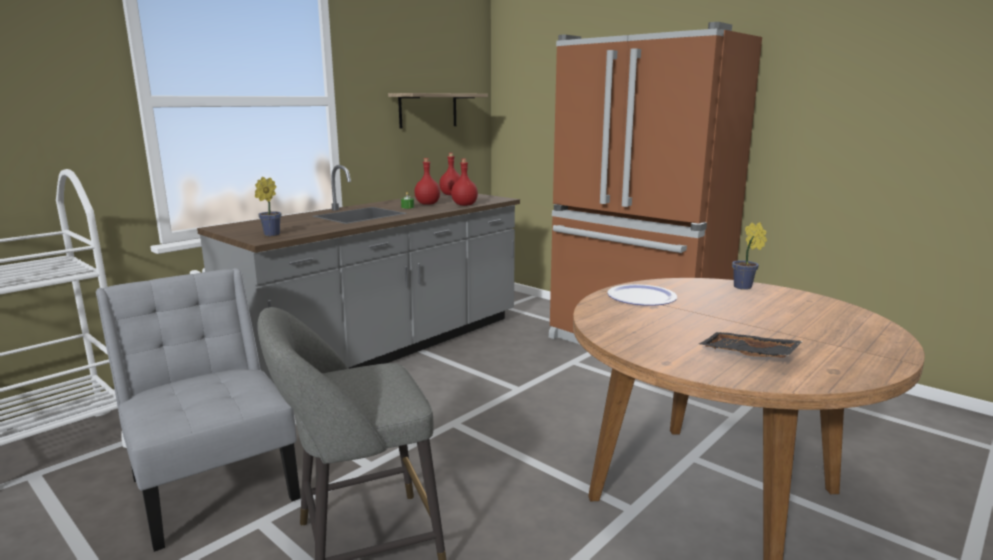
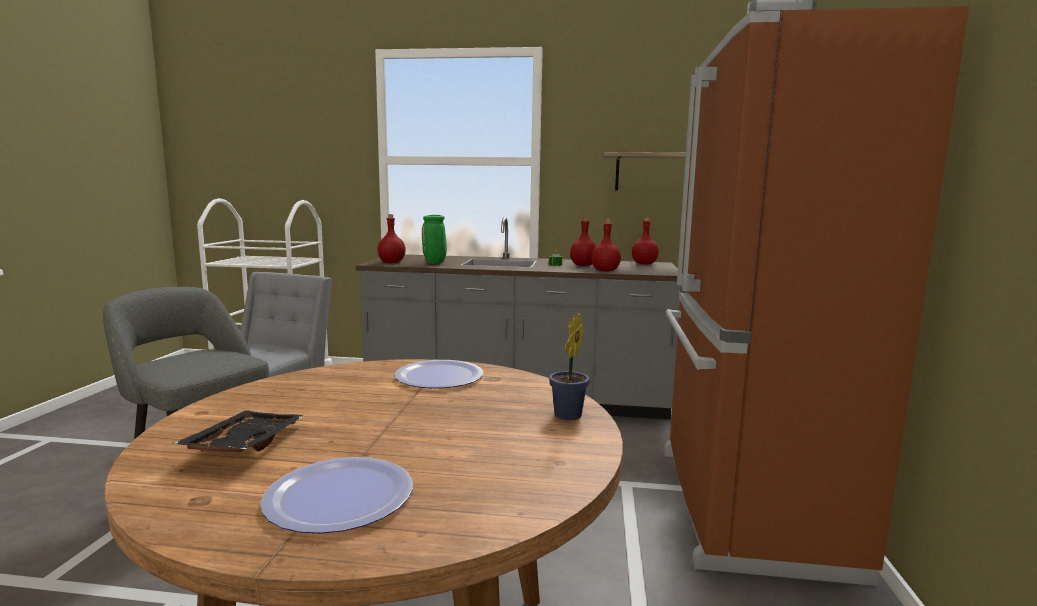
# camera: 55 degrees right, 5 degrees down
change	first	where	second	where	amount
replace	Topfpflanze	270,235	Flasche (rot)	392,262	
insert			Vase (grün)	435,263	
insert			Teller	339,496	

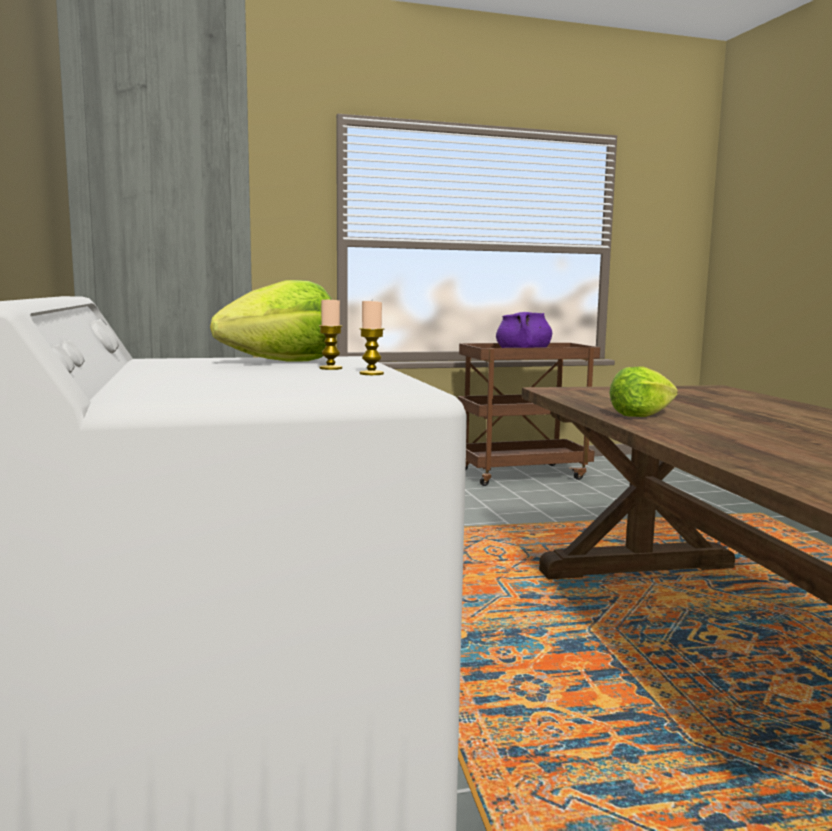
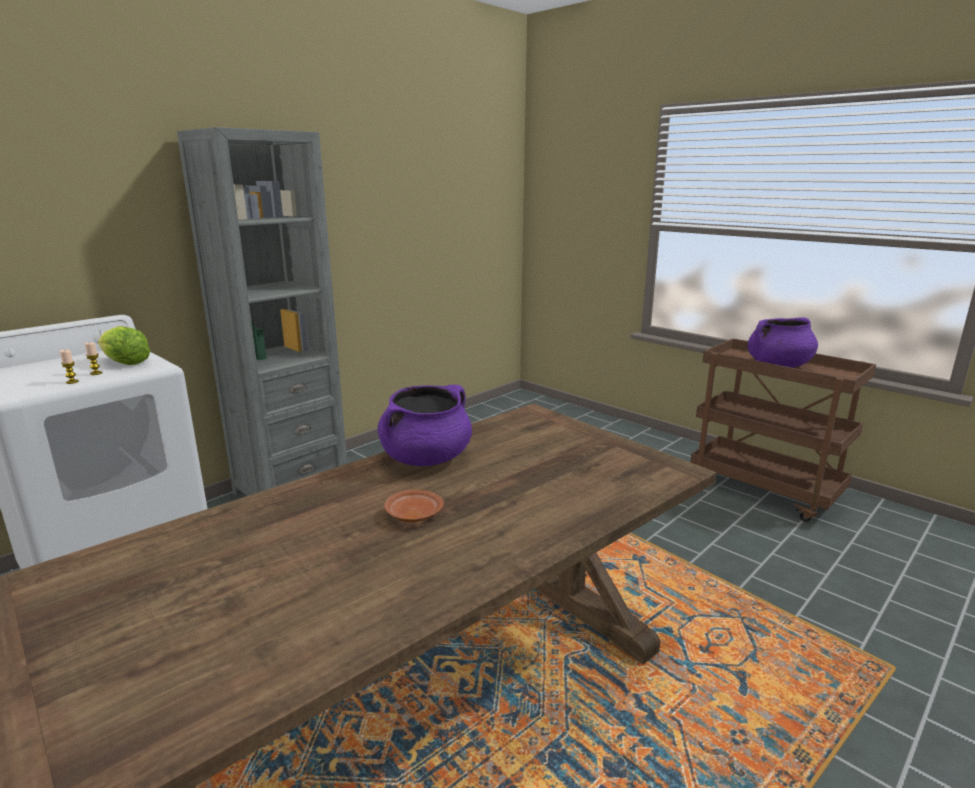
# camera: 60 degrees right, 10 degrees up
change	first	where	second	where	amount
replace	Salatkopf	640,415	Kochtopf (lila)	426,458	
insert			Teller (braun)	413,514	

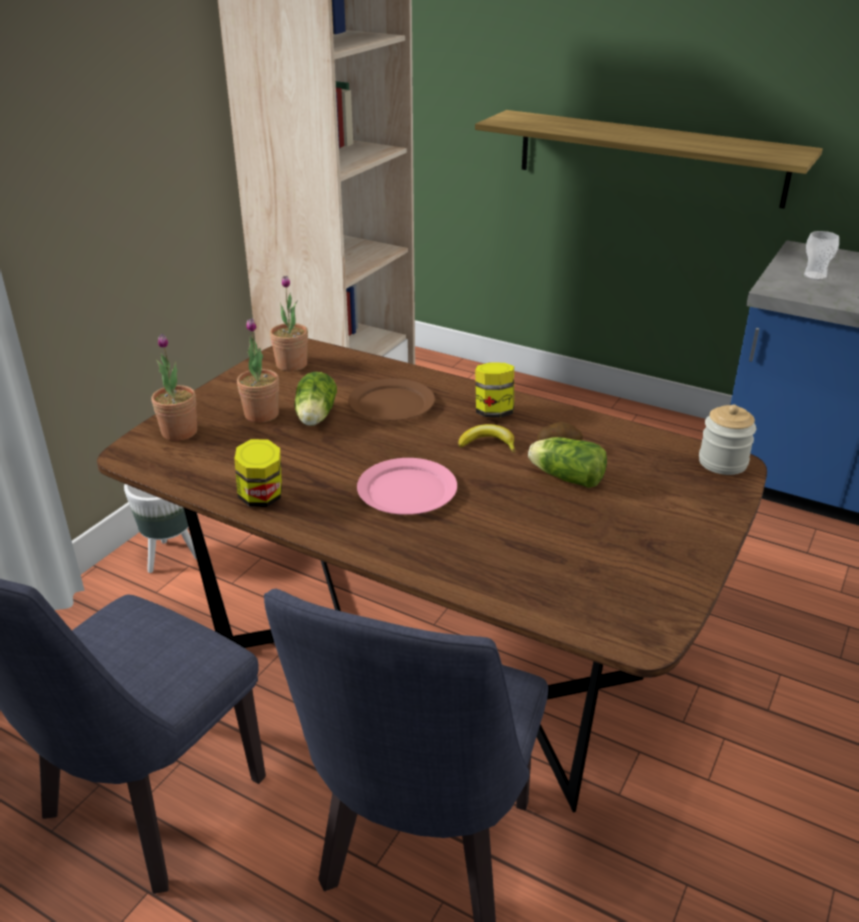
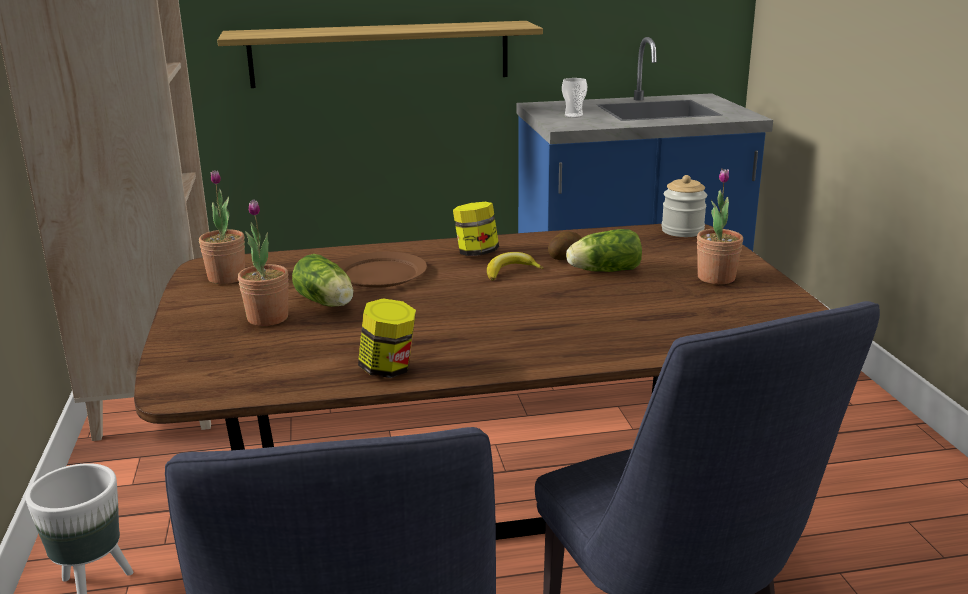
# camera: 40 degrees left, 10 degrees down
change	first	where	second	where	amount
move	Topfpflanze	179,432		716,278	
delete	Teller (rosa)	406,491			

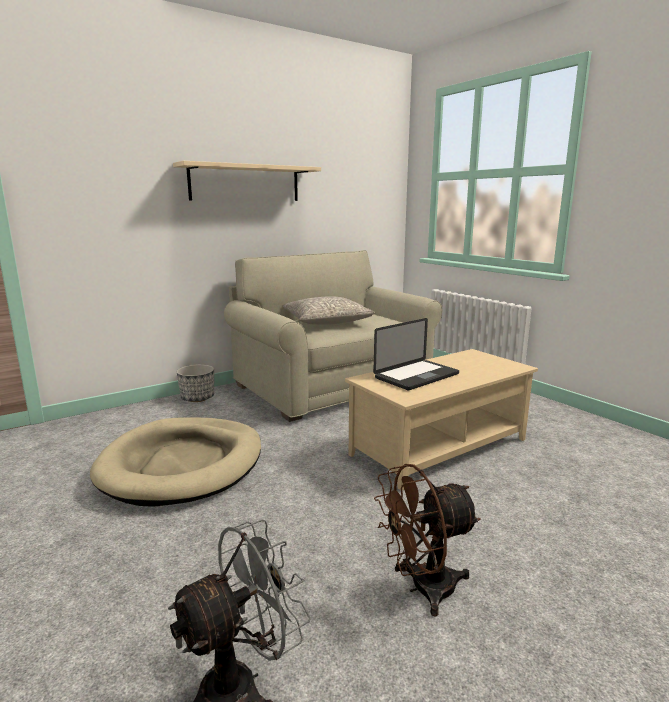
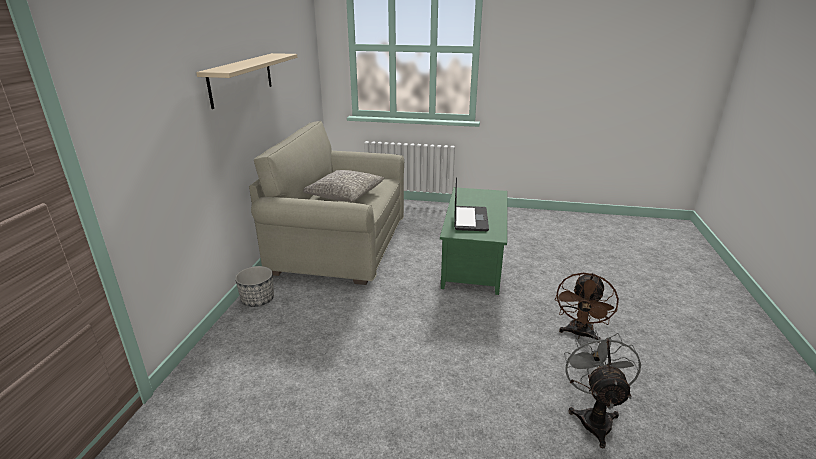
# camera: 45 degrees left, 10 degrees up
change	first	where	second	where	amount
recolor	Couchtisch (beige)	438,446	Couchtisch (grün)	472,260	
delete	Hundebett (beige)	183,464			

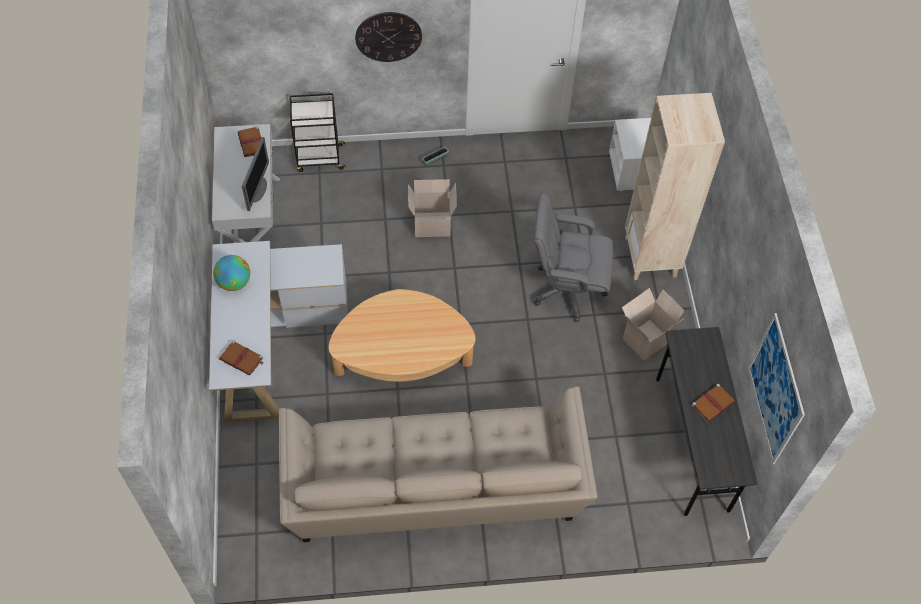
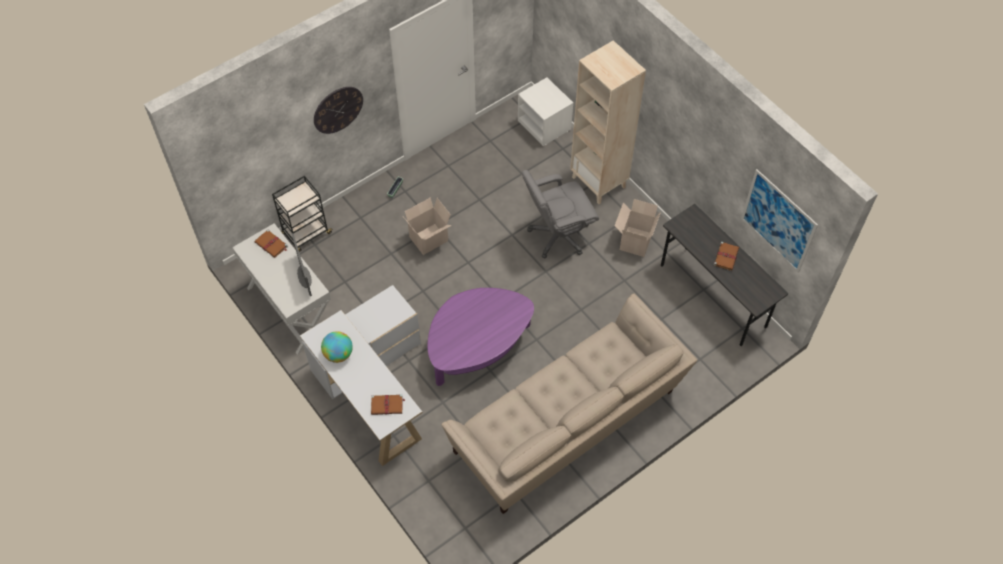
# camera: 30 degrees left, 0 degrees up
change	first	where	second	where	amount
recolor	Couchtisch (beige)	402,358	Couchtisch (lila)	478,347	

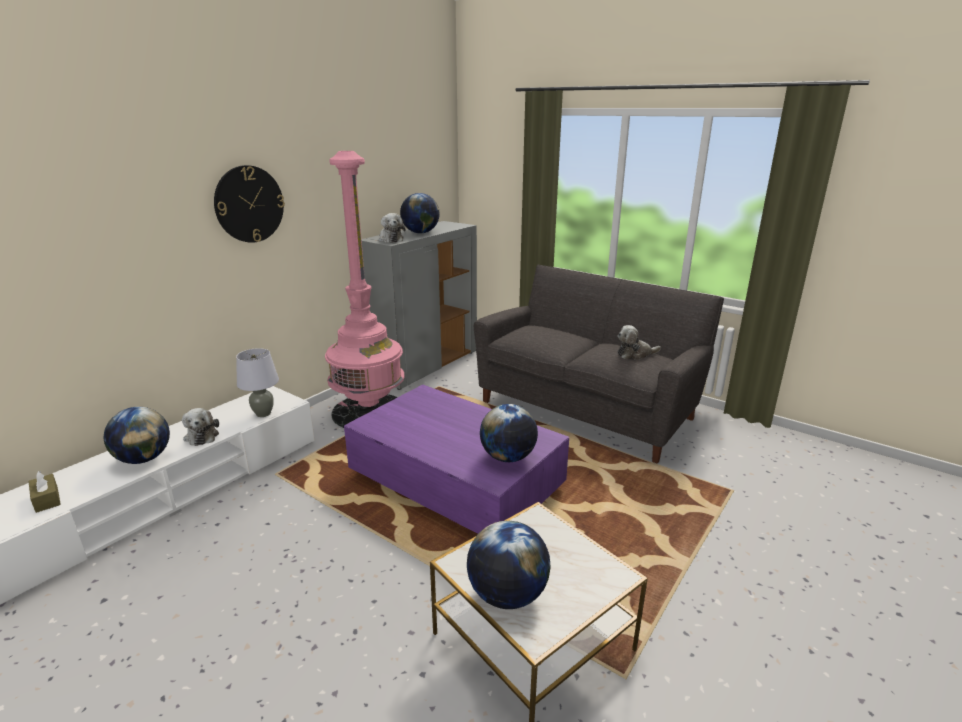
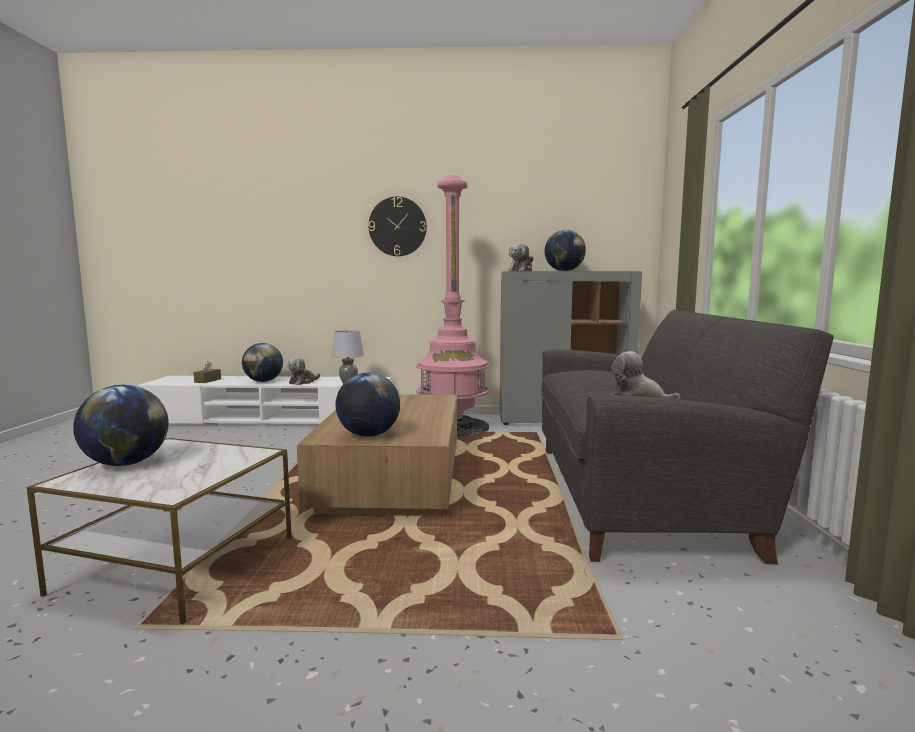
# camera: 55 degrees right, 15 degrees down
change	first	where	second	where	amount
recolor	Couchtisch (lila)	456,482	Couchtisch (braun)	392,477	

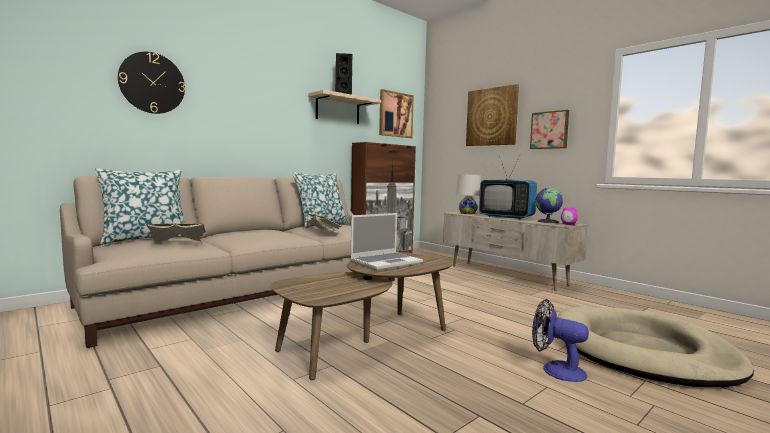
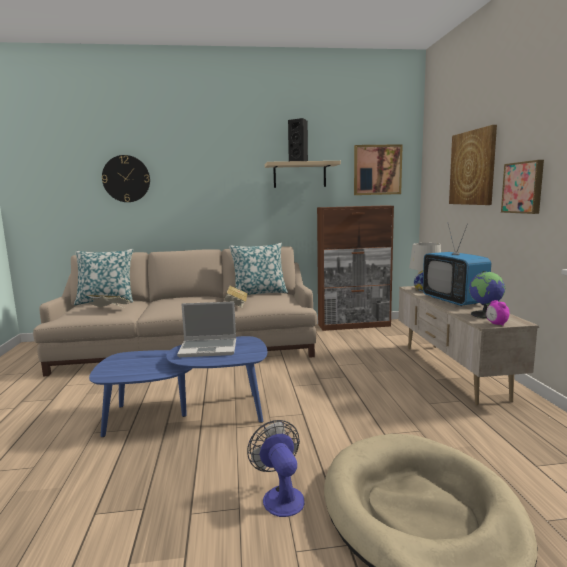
# camera: 35 degrees right, 5 degrees up
change	first	where	second	where	amount
recolor	Couchtisch (braun)	367,340	Couchtisch (blau)	187,414	

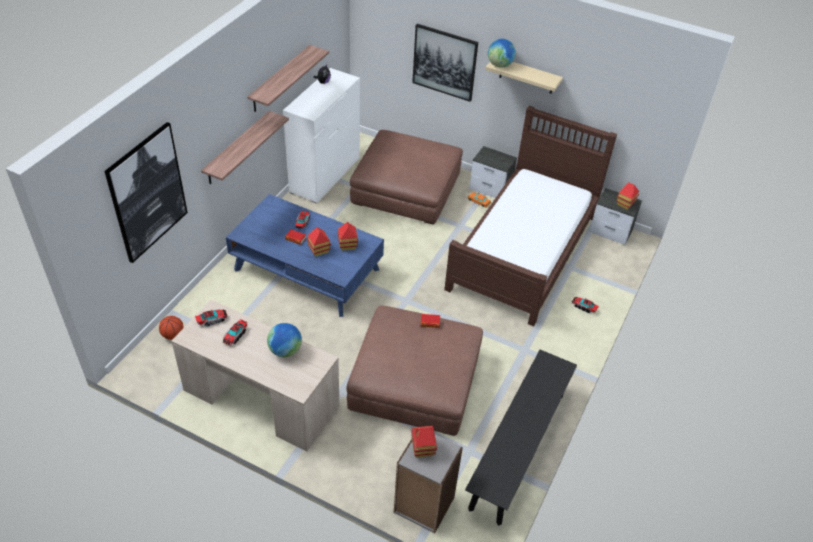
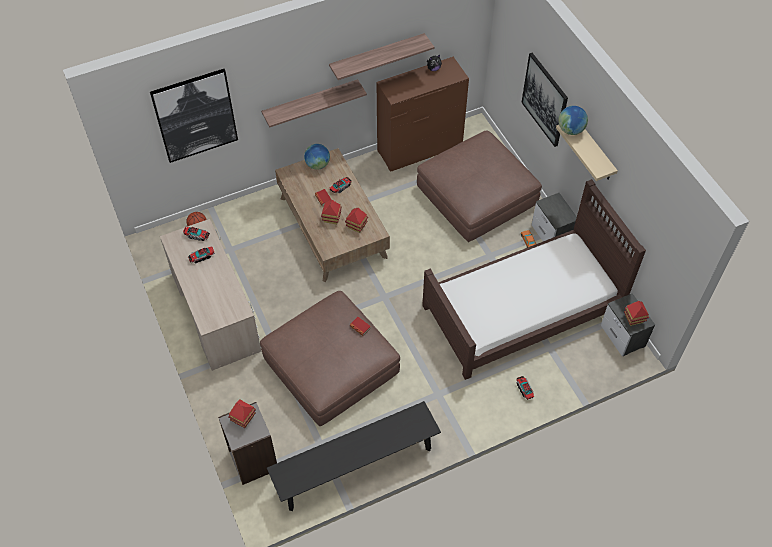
# camera: 40 degrees right, 10 degrees up
change	first	where	second	where	amount
recolor	Kommode (weiß)	325,175	Kommode (braun)	419,148	
recolor	Couchtisch (blau)	306,269	Couchtisch (braun)	332,226	
move	Globus	285,351		317,165	

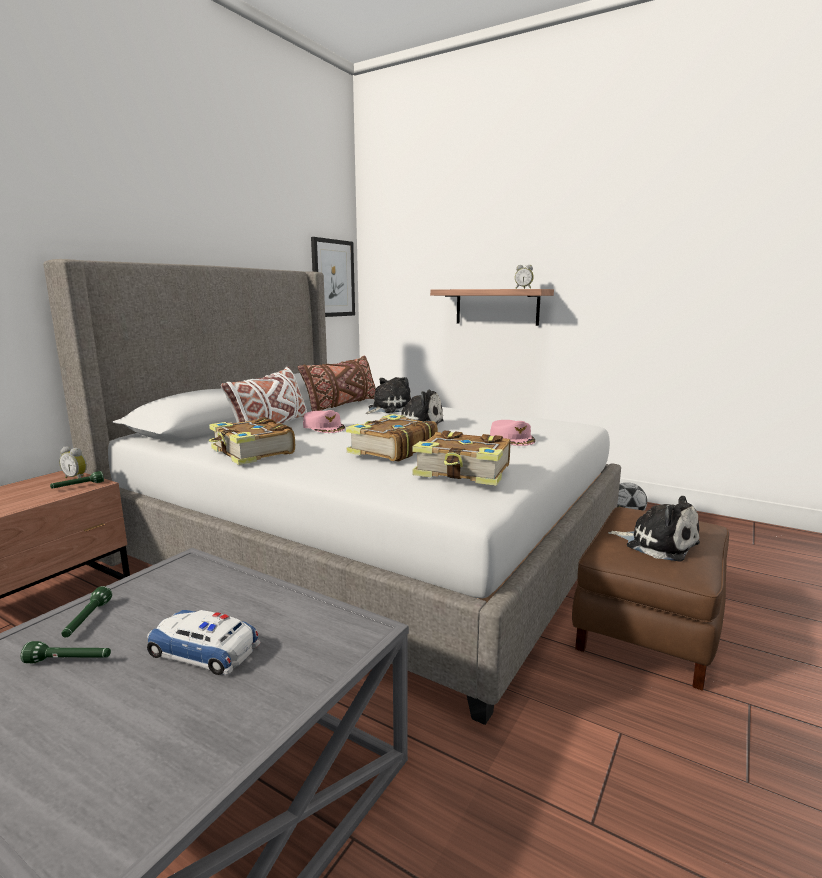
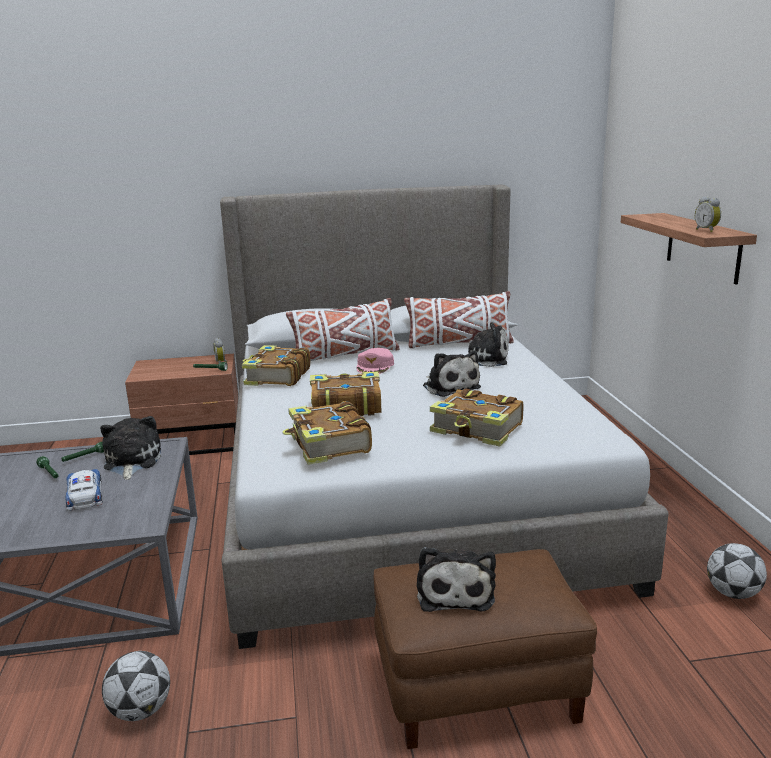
# camera: 50 degrees right, 5 degrees up
change	first	where	second	where	amount
delete	Bild	332,278			
recolor	Kissen (braun)	341,405	Kissen (weiß)	459,344	
replace	Kappe (rosa)	512,438	Buch	477,429	
insert			Plüschtier	131,462	
insert			Fußball	140,710	

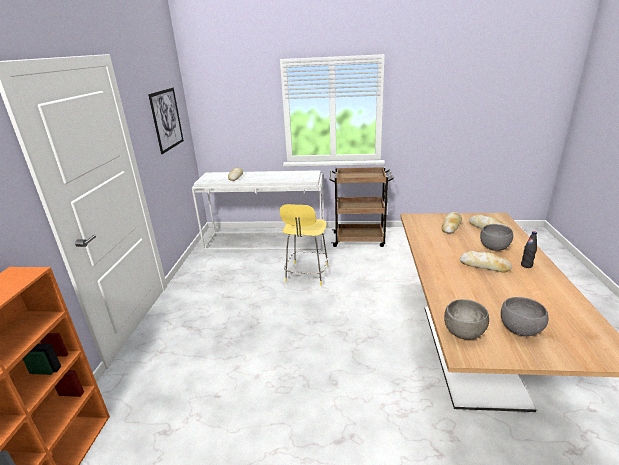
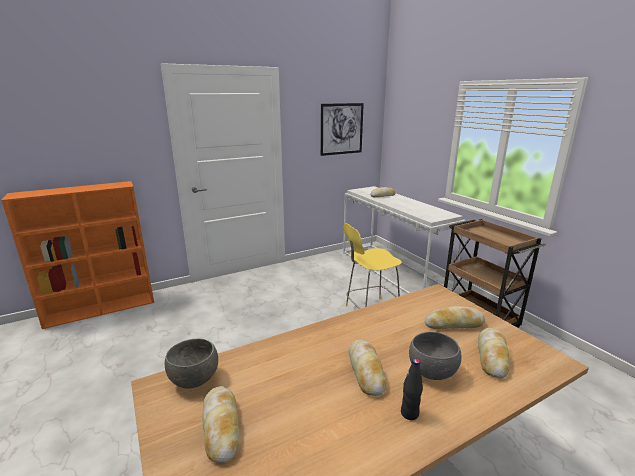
# camera: 55 degrees right, 5 degrees down
change	first	where	second	where	amount
replace	Schüssel (grau)	520,330	Brot	221,427	

